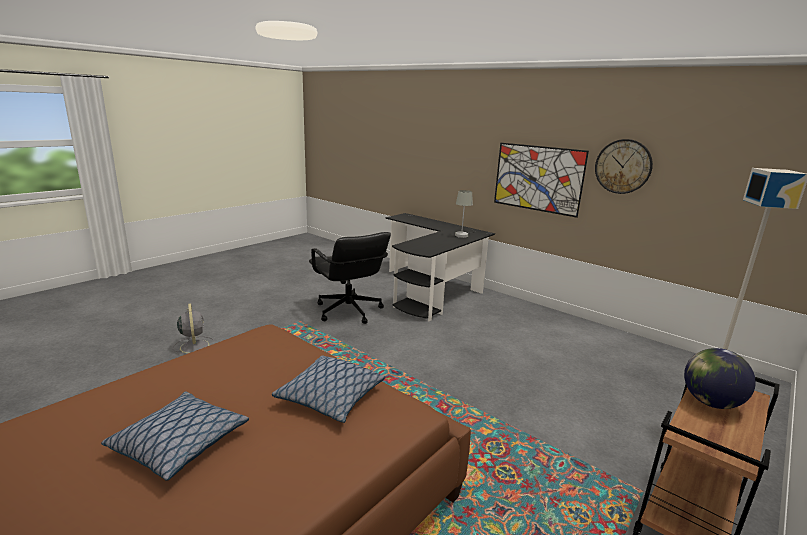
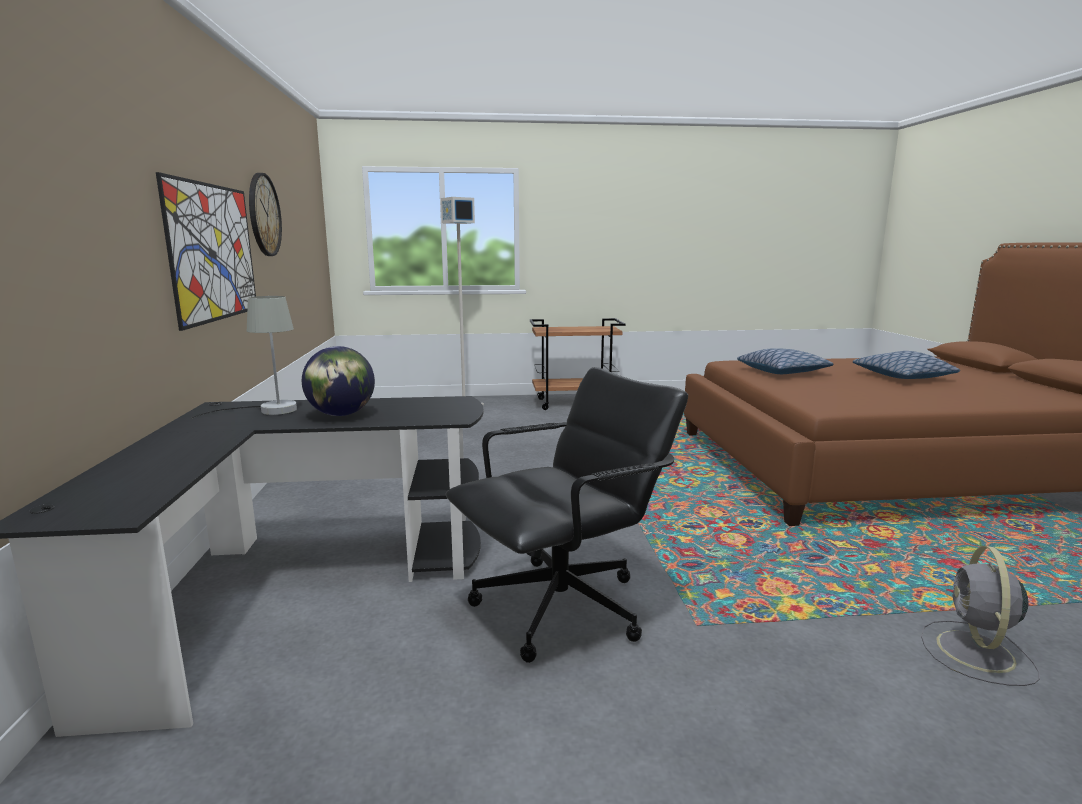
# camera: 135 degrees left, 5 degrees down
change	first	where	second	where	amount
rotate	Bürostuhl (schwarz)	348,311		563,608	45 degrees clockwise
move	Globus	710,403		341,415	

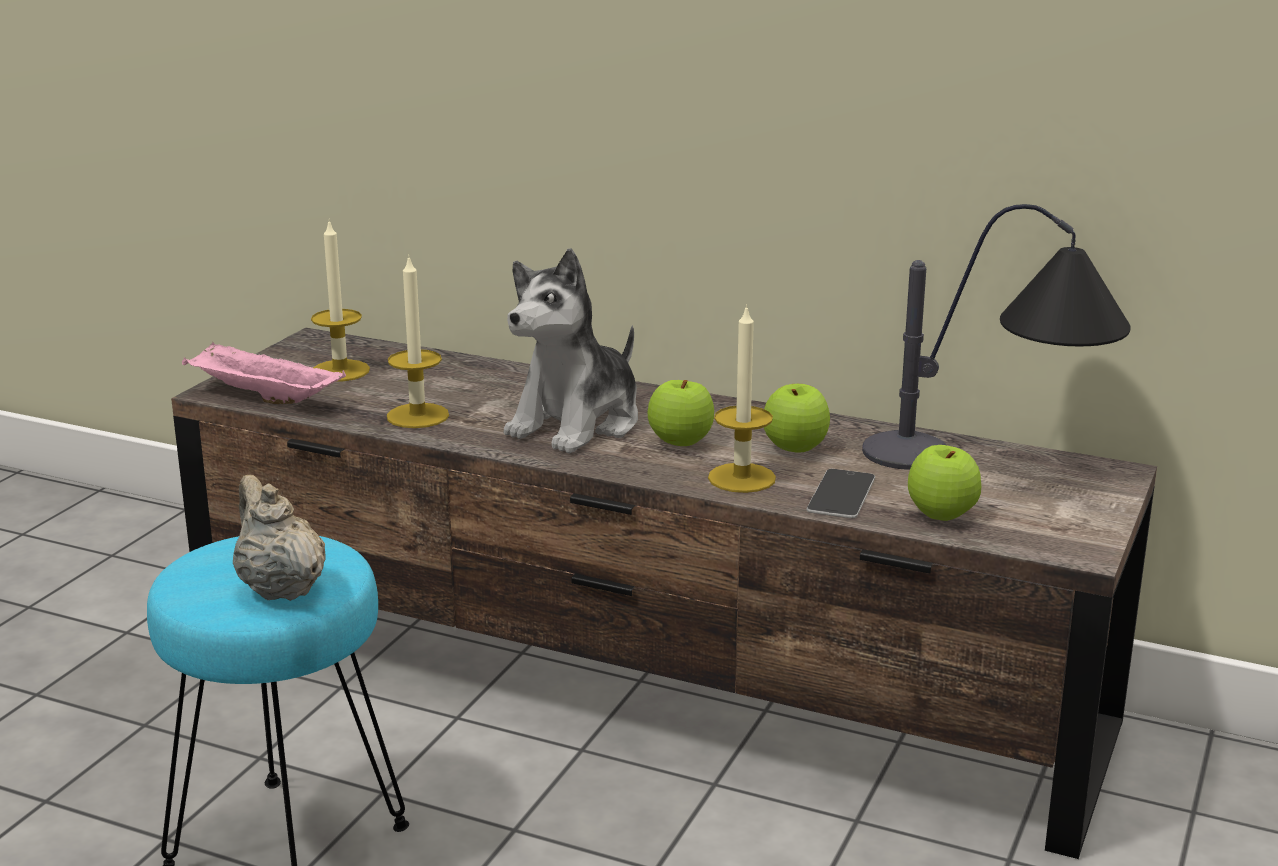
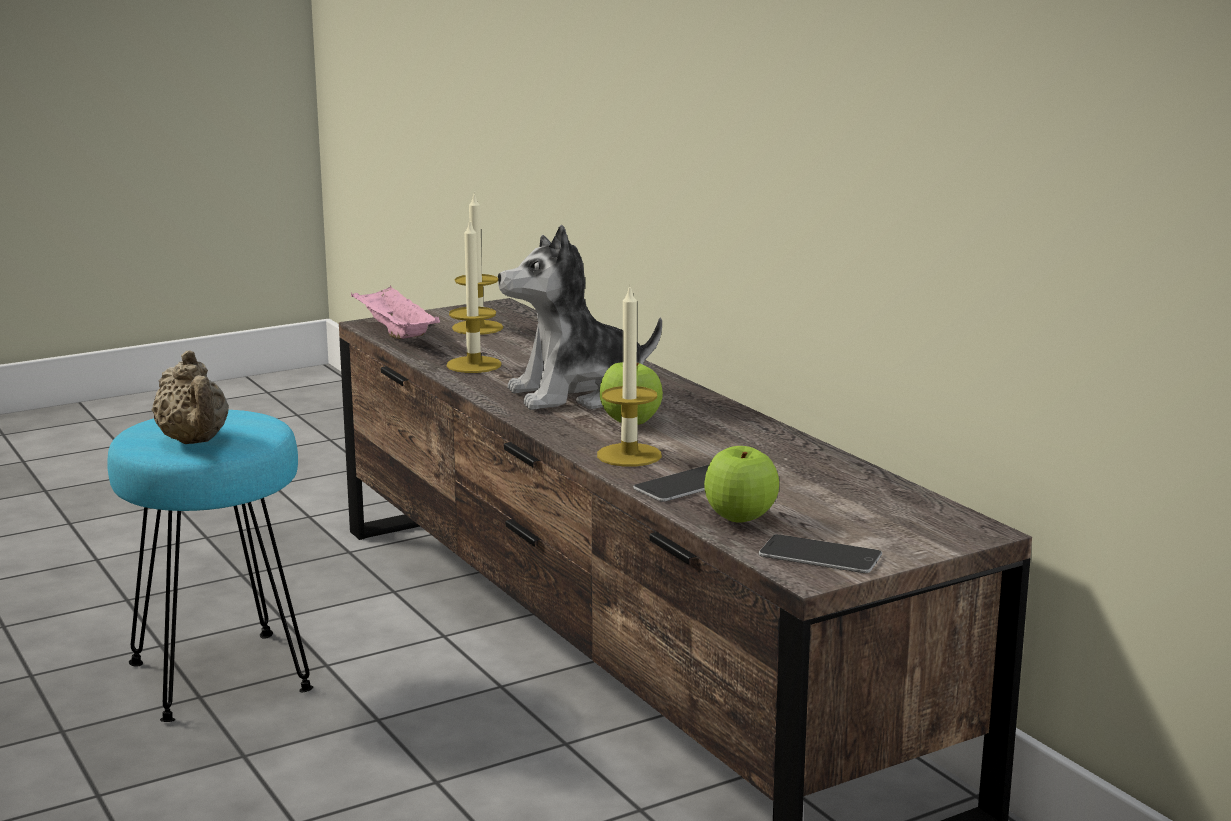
# camera: 35 degrees right, 5 degrees down
change	first	where	second	where	amount
delete	Tischlampe	994,462			
delete	Apfel	795,448			
rotate	Teekanne (beige)	280,588		194,442	150 degrees clockwise
insert			Handy	820,555	

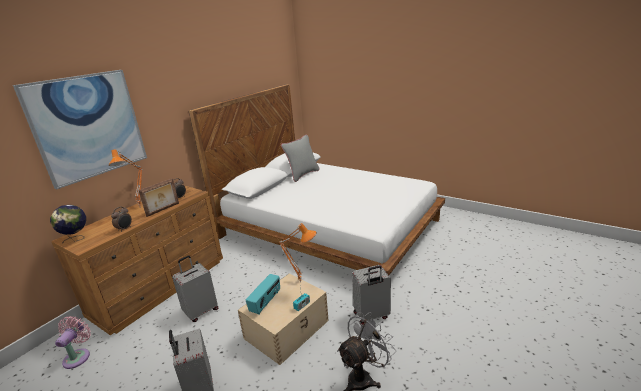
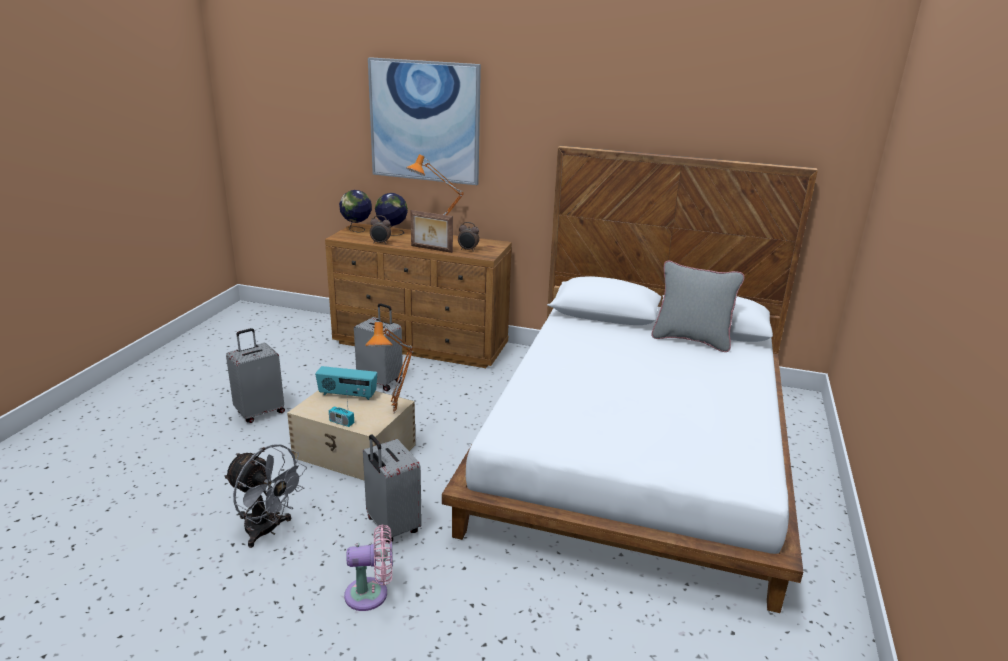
# camera: 70 degrees right, 0 degrees up
change	first	where	second	where	amount
move	Ventilator (rosa)	78,356		371,594	
insert			Globus	392,233	

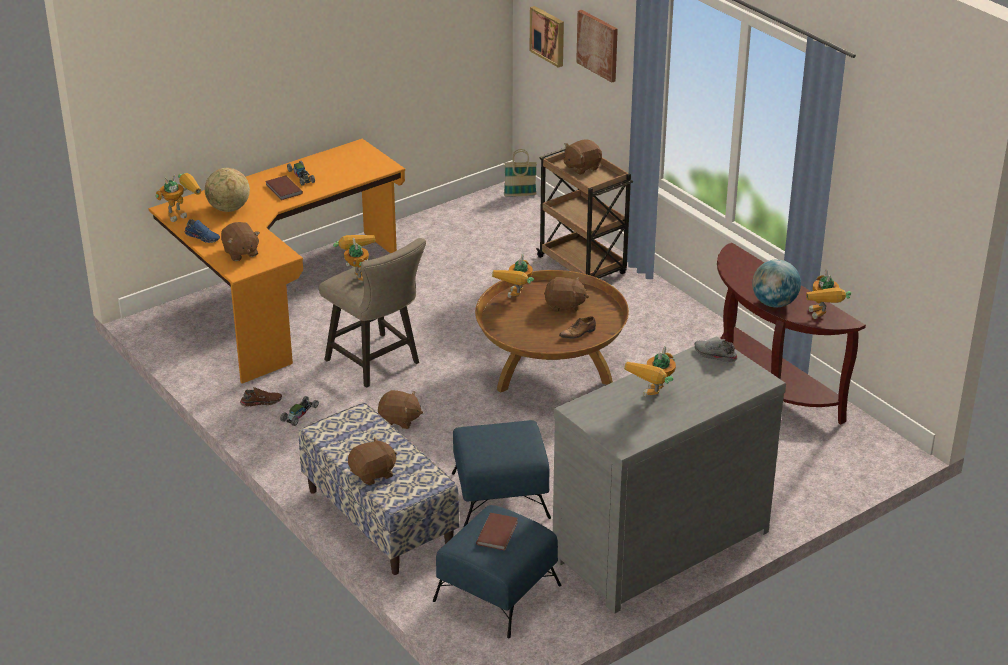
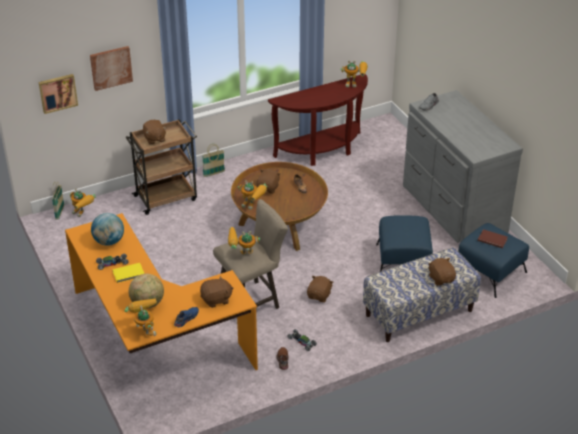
# camera: 80 degrees left, 5 degrees up
change	first	where	second	where	amount
recolor	Buch (braun)	283,189	Buch (gelb)	129,274	
move	Globus	774,303		109,241	
move	Spielzeugroboter	653,398		83,214	
insert			Korb	214,173	

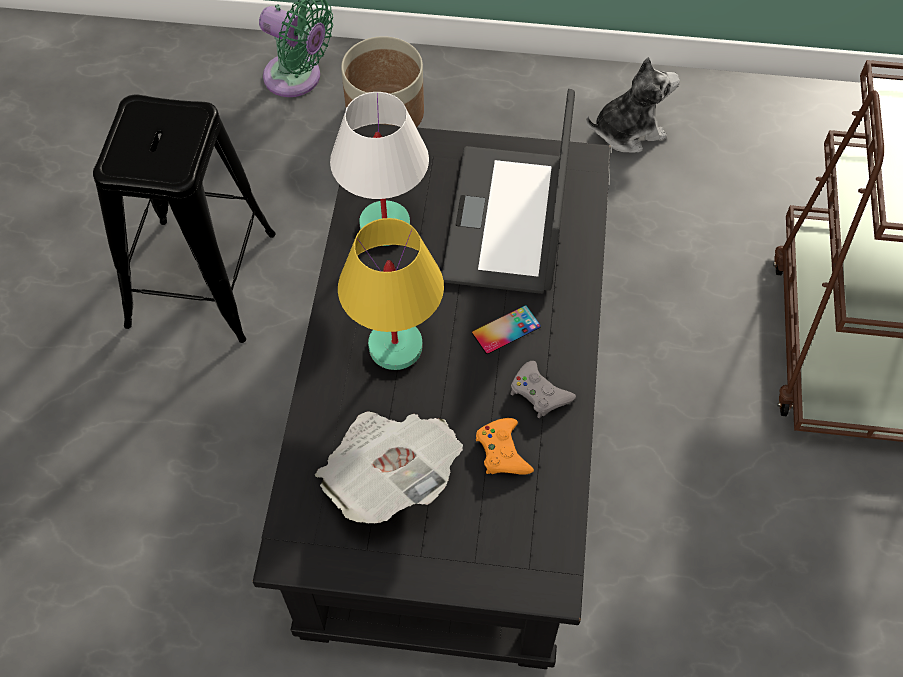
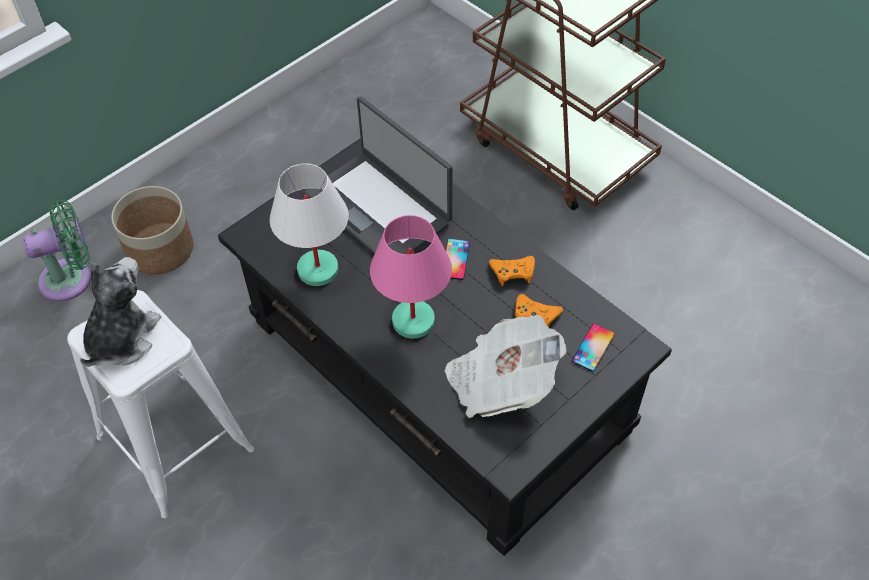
# camera: 50 degrees left, 5 degrees down
change	first	where	second	where	amount
move	Plüschtier	628,131		122,338	
recolor	Hocker (schwarz)	201,279	Hocker (weiß)	175,443	
recolor	Tischlampe (gelb)	397,346	Tischlampe (rosa)	414,320	
recolor	Gamepad (grau)	539,393	Gamepad (orange)	513,272	
insert			Handy	593,347	

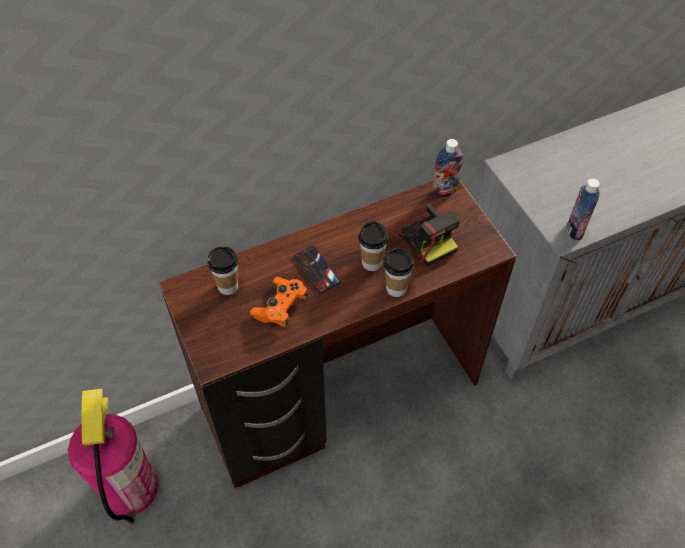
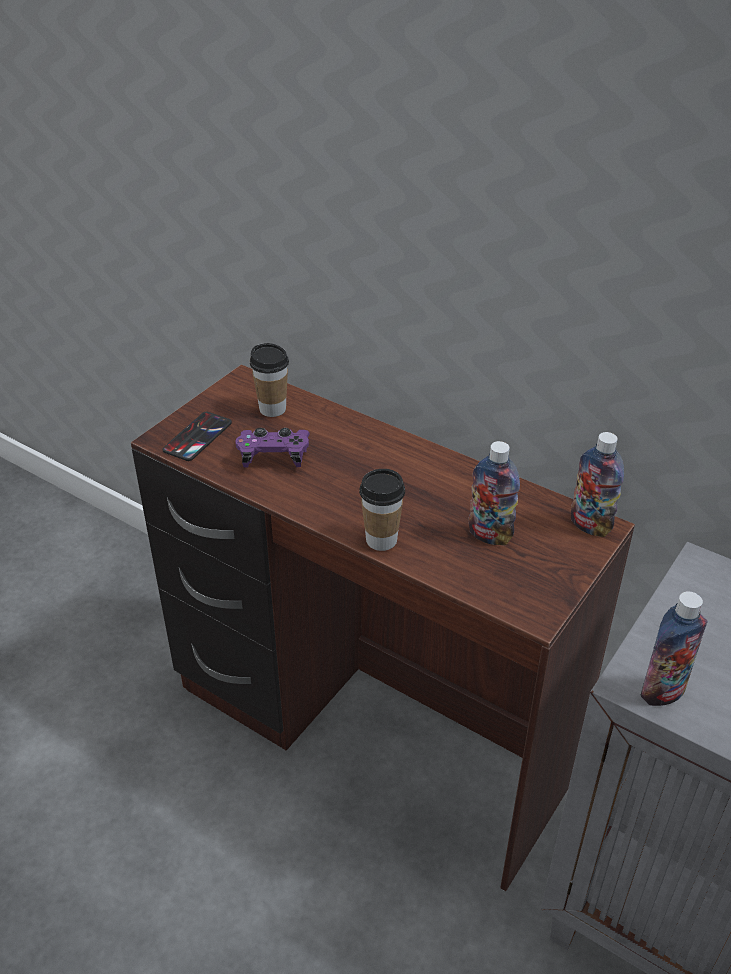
# camera: 60 degrees right, 15 degrees down
change	first	where	second	where	amount
replace	Kamera	424,237	Flasche	490,535	
delete	Tasse	371,263			
move	Handy	316,269		197,437	
recolor	Gamepad (orange)	281,307	Gamepad (lila)	274,457	
delete	Feuerlöscher	129,488			

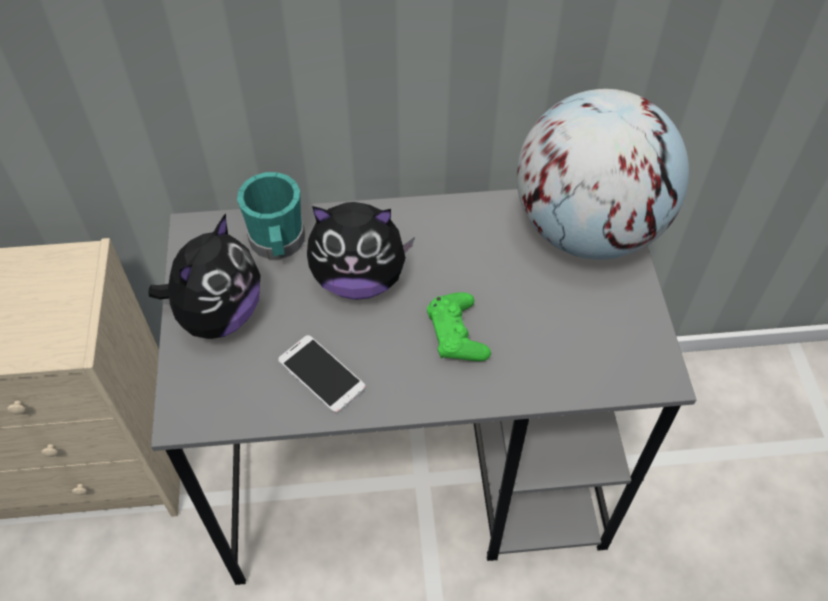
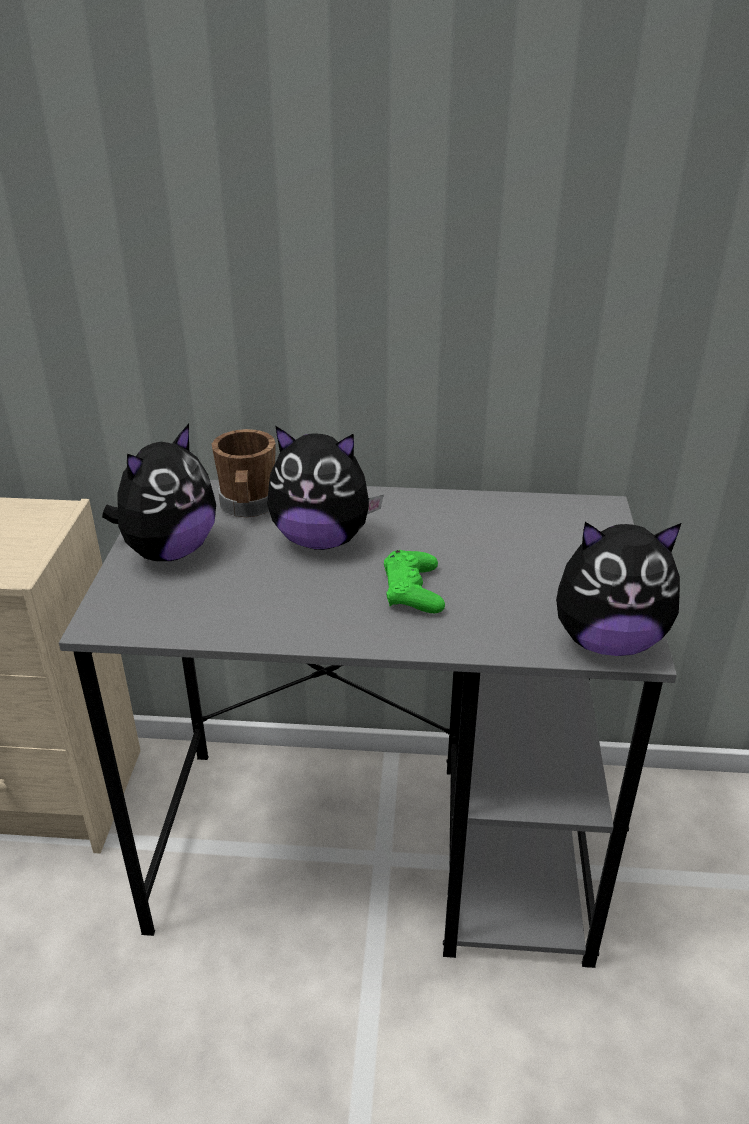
# camera: 10 degrees right, 20 degrees down
change	first	where	second	where	amount
delete	Globus	587,229			
recolor	Henkelbecher (türkis)	278,244	Henkelbecher (braun)	248,507	
delete	Handy	321,374			
insert			Plüschtier	607,641	

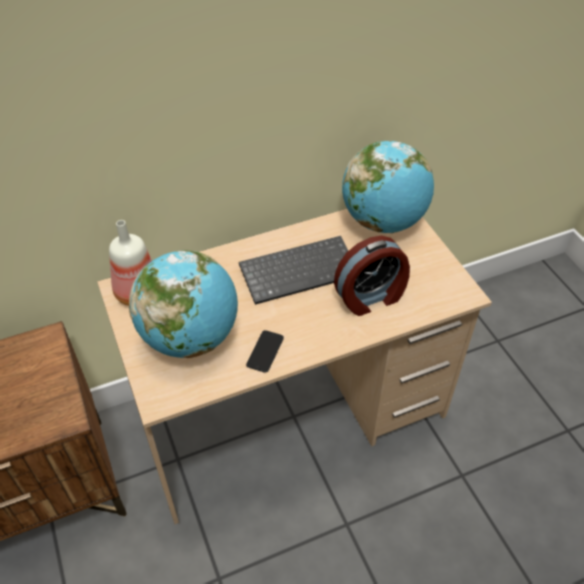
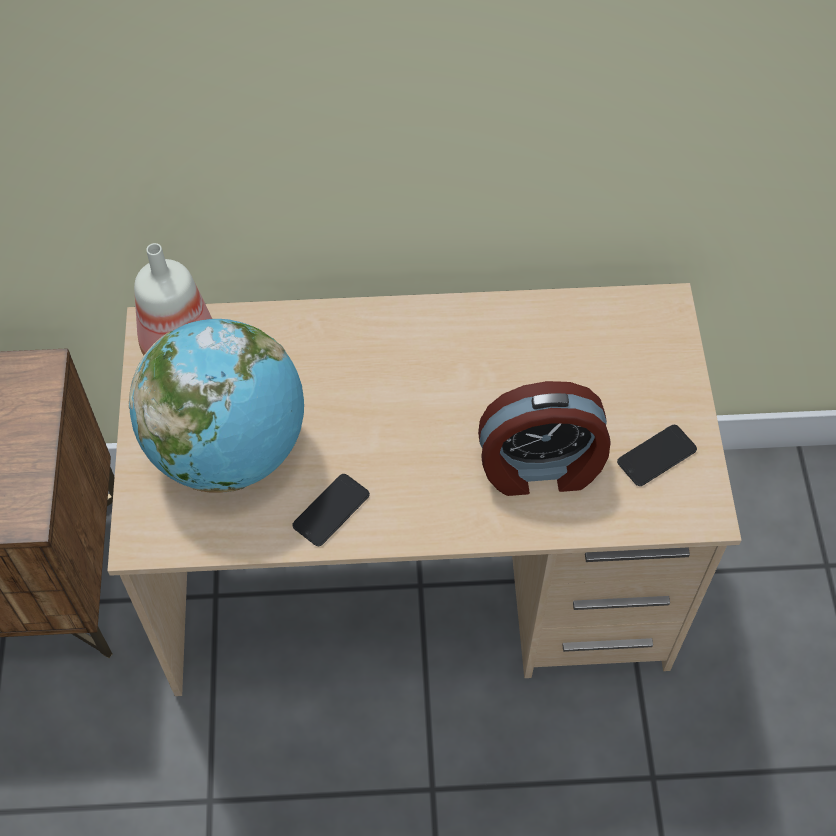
# camera: 20 degrees right, 10 degrees up
change	first	where	second	where	amount
delete	Globus	383,221			
delete	Tastatur	300,270			
insert			Handy	656,456	

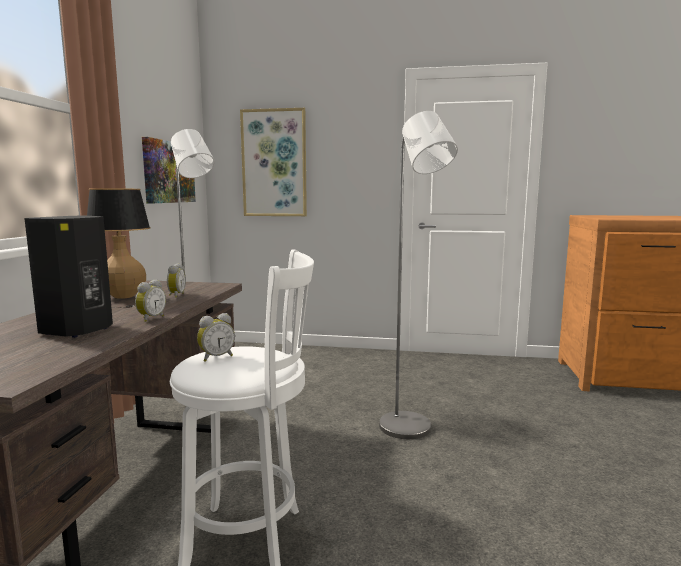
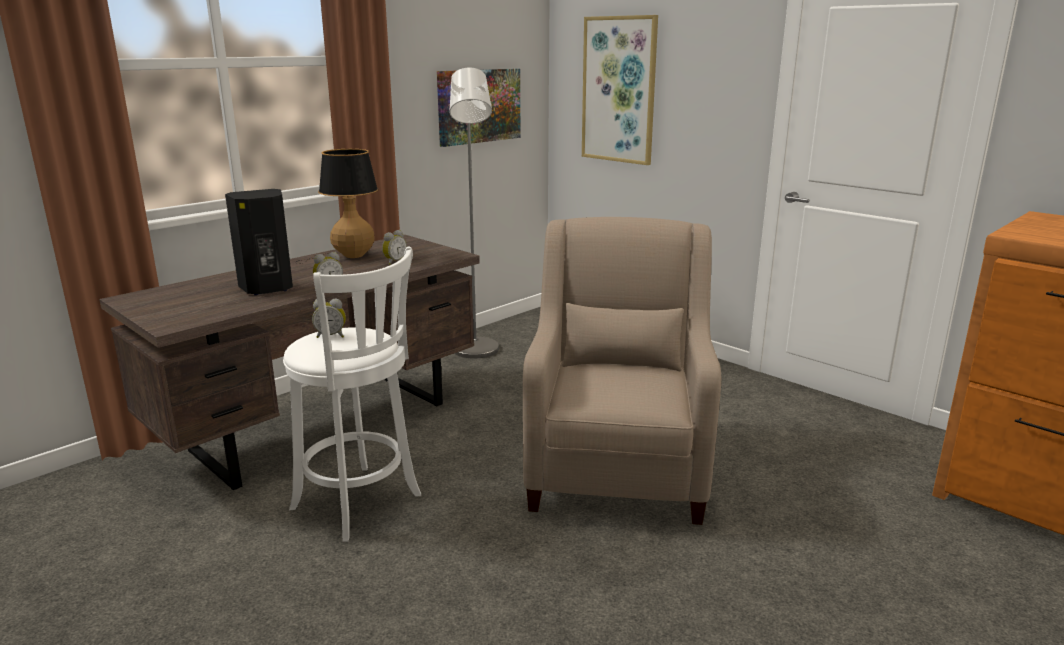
# camera: 35 degrees right, 10 degrees up
change	first	where	second	where	amount
replace	Stehlampe (grau)	411,431	Sessel (beige)	617,465	

